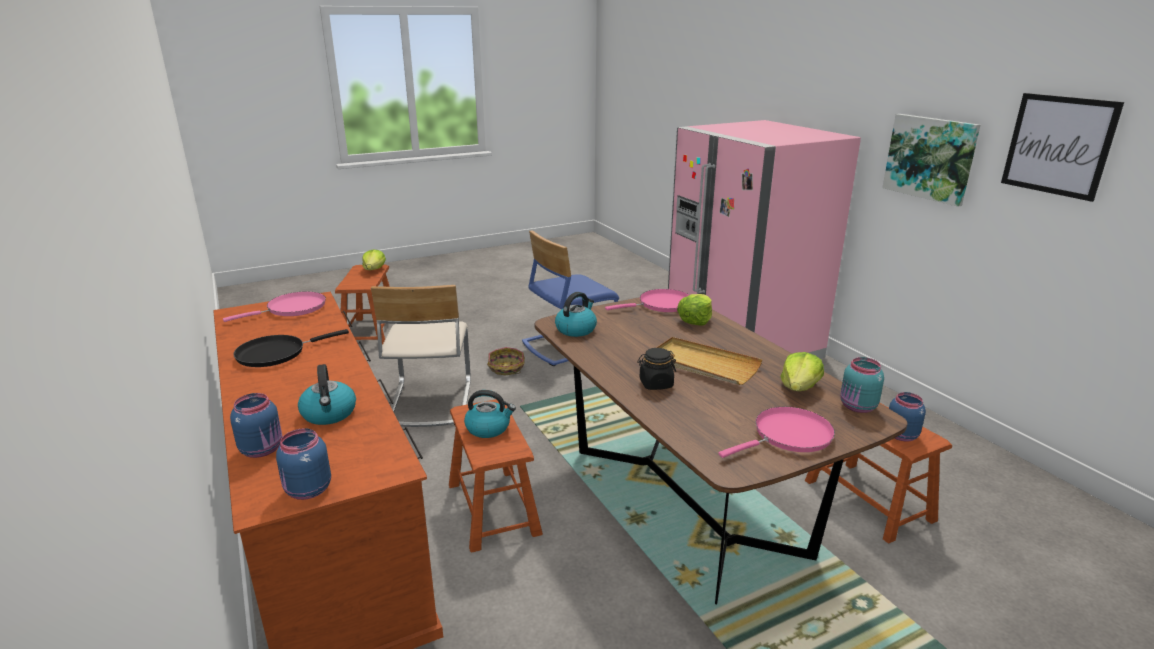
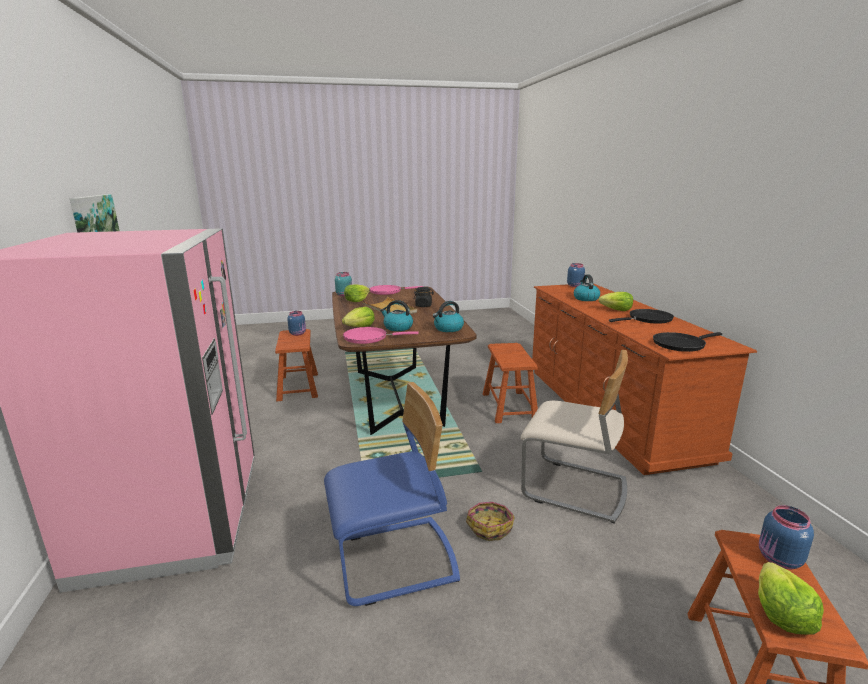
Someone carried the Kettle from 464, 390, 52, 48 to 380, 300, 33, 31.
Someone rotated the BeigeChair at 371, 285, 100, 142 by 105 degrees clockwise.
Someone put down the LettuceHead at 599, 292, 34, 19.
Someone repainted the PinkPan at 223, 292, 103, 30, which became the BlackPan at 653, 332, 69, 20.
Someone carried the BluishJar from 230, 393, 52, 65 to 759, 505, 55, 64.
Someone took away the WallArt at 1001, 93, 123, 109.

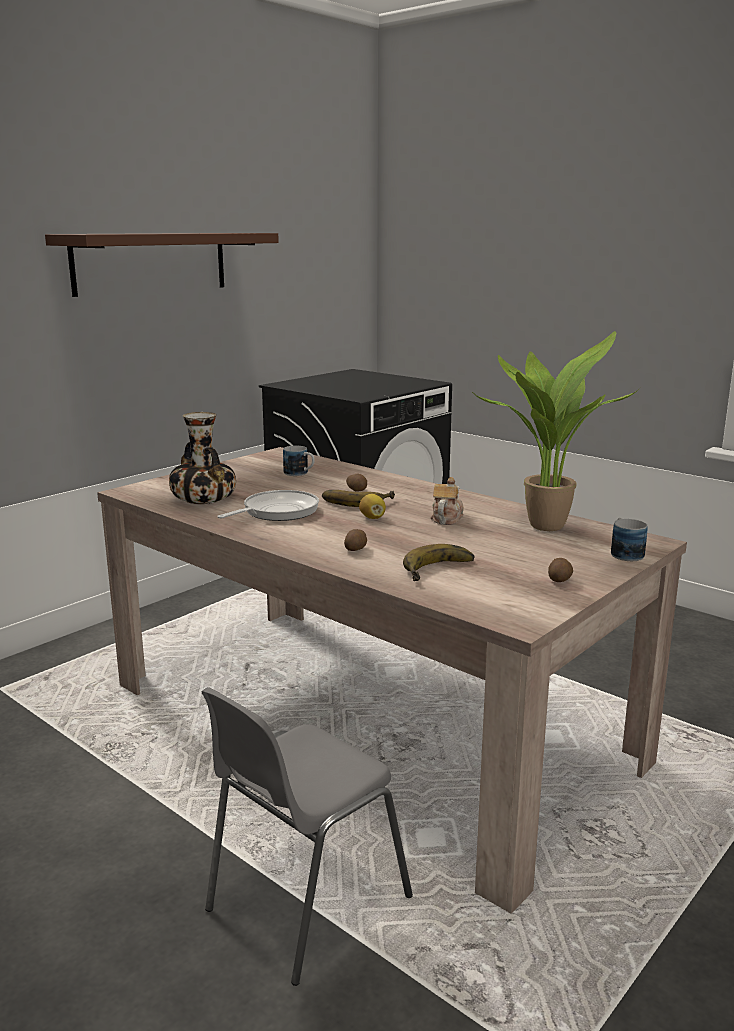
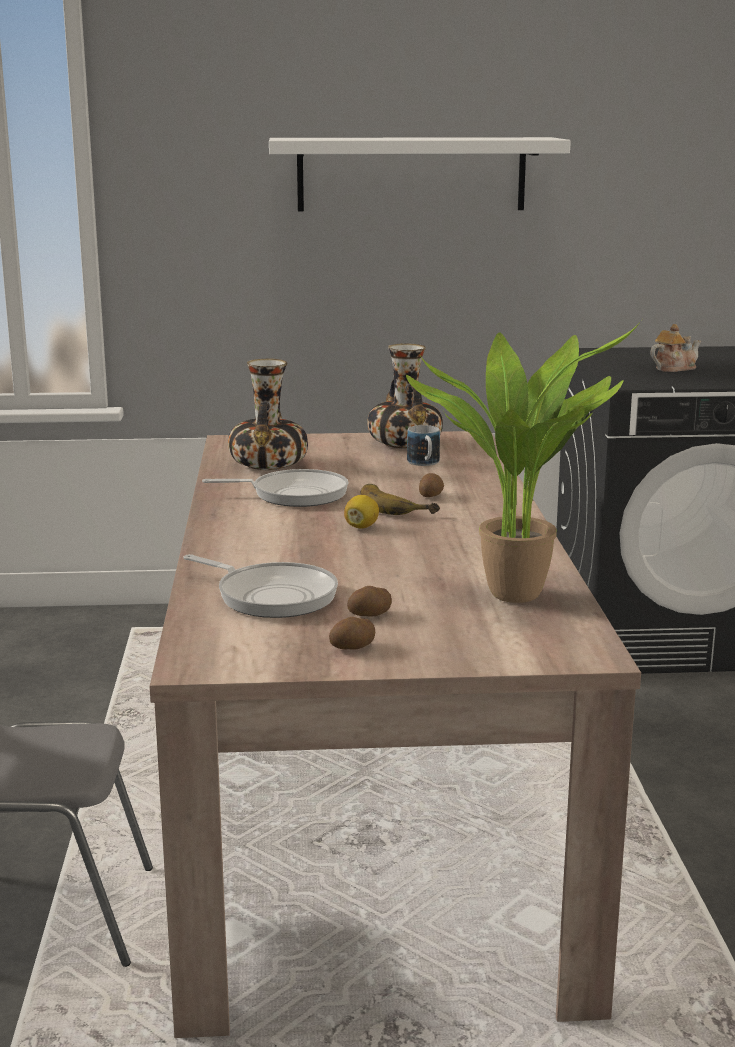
Someone swapped the WholeBanana at 403, 544, 72, 37 for the Pan at 183, 554, 155, 64.
Someone repainted the BrownColouredShelf at 45, 233, 234, 64, which became the WhiteColouredShelf at 269, 137, 302, 74.
Someone carried the Spud from 344, 529, 23, 22 to 347, 586, 45, 31.
Someone put down the DecorativeVase at 367, 343, 76, 106.
Someone carried the Teapot from 431, 477, 33, 48 to 650, 324, 51, 48.
Someone took away the TeaMug at 611, 518, 37, 43.

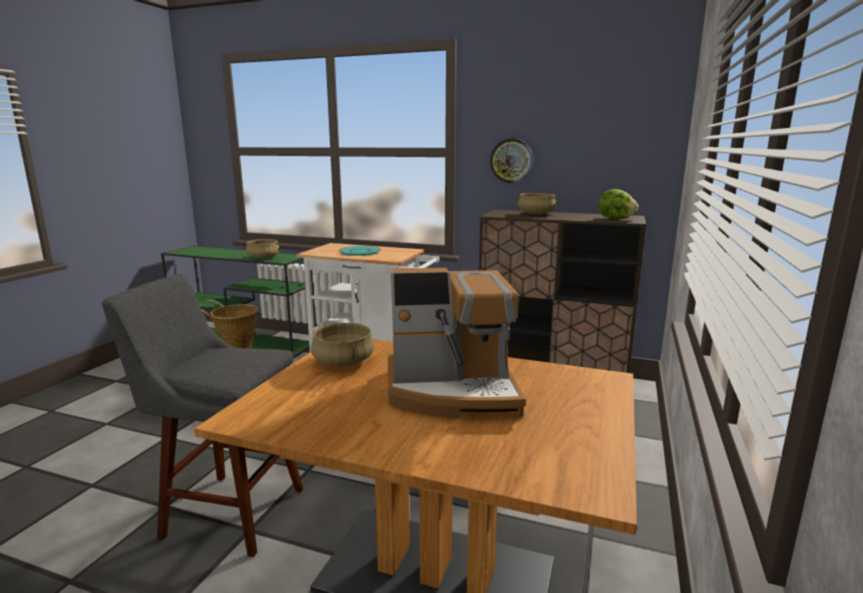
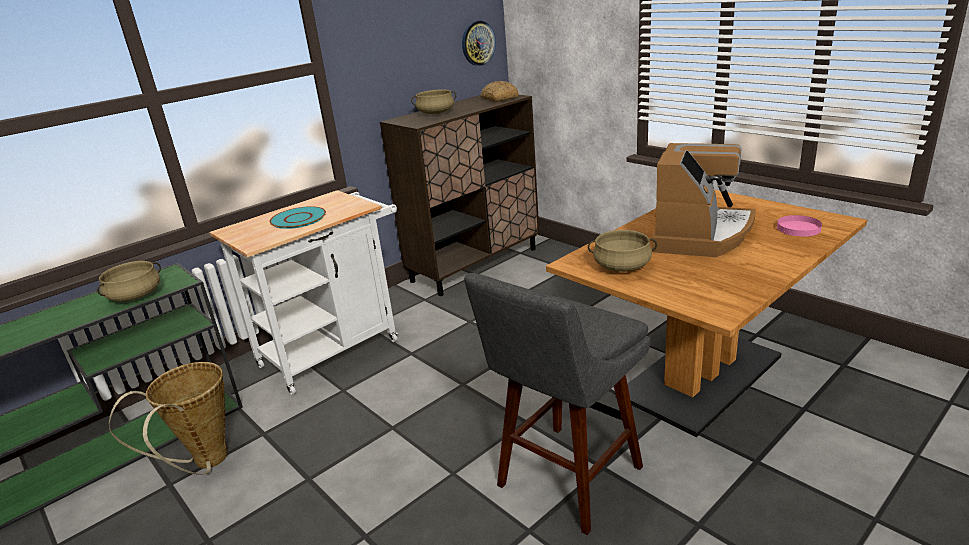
Someone carried the HangingClock from 490, 139, 43, 44 to 462, 20, 34, 46.
Someone swapped the LettuceHead at 599, 189, 39, 30 for the Bread at 481, 81, 38, 21.
Someone put down the PinkDinnerPlate at 777, 215, 45, 22.

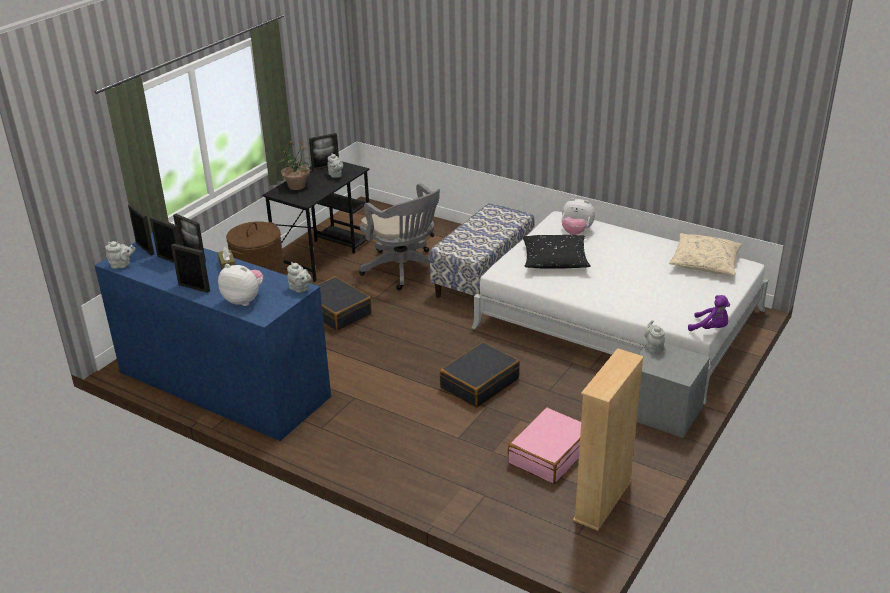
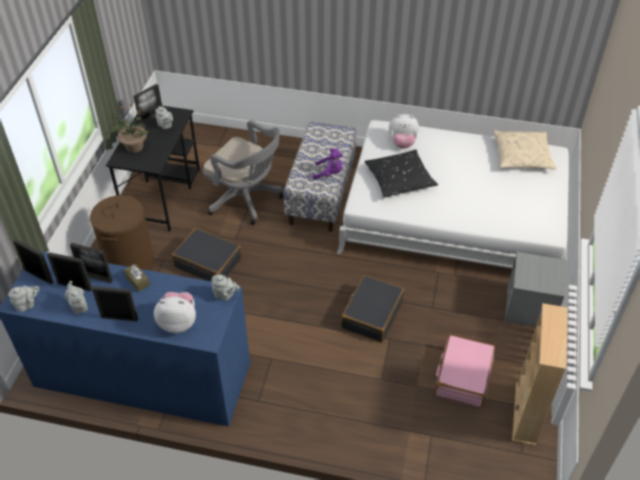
Someone carried the GreyTeapot from 644, 320, 21, 33 to 64, 281, 24, 33.
Someone carried the PurplePlushToy from 688, 295, 42, 36 to 313, 148, 30, 31.

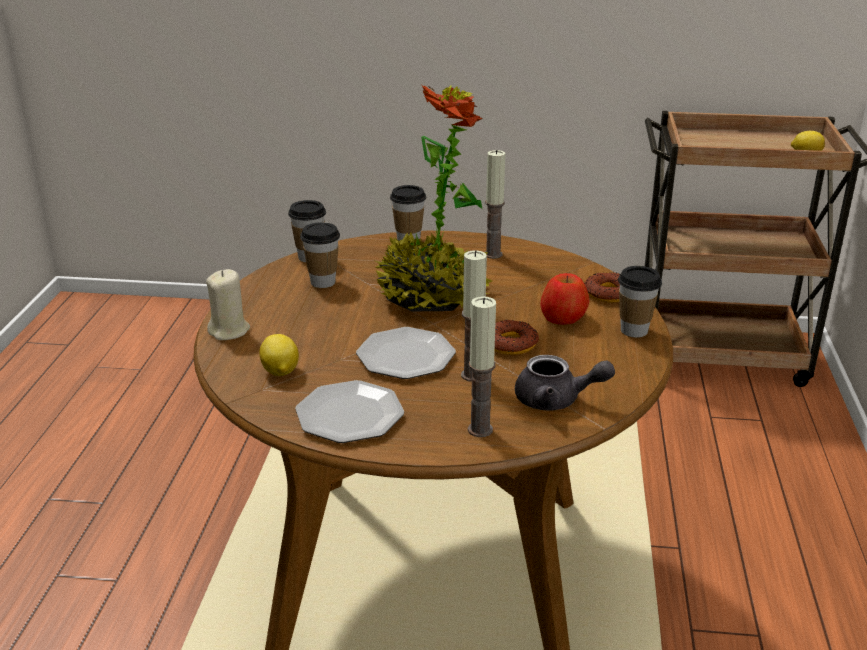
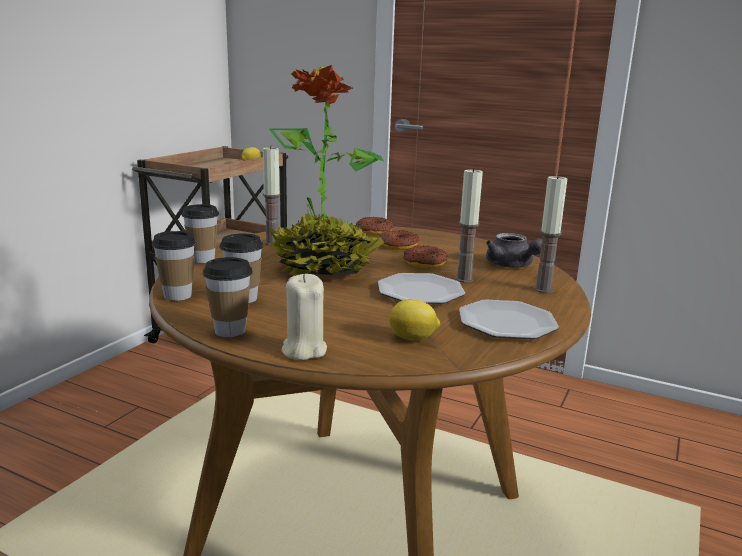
Someone carried the DrinkingCup from 618, 266, 44, 71 to 203, 257, 50, 80.
Someone swapped the Apple at 540, 273, 49, 52 for the RingDoughnut at 379, 230, 40, 20.
Someone rotated the GreyTeapot at 515, 355, 100, 55 by 120 degrees clockwise.

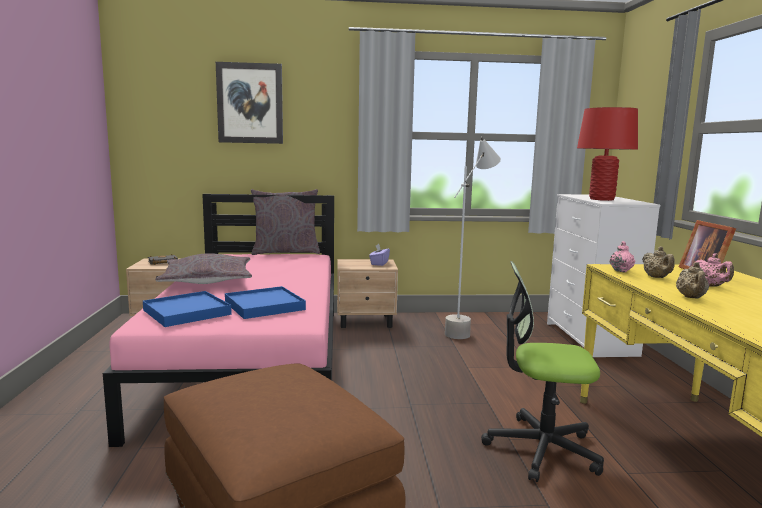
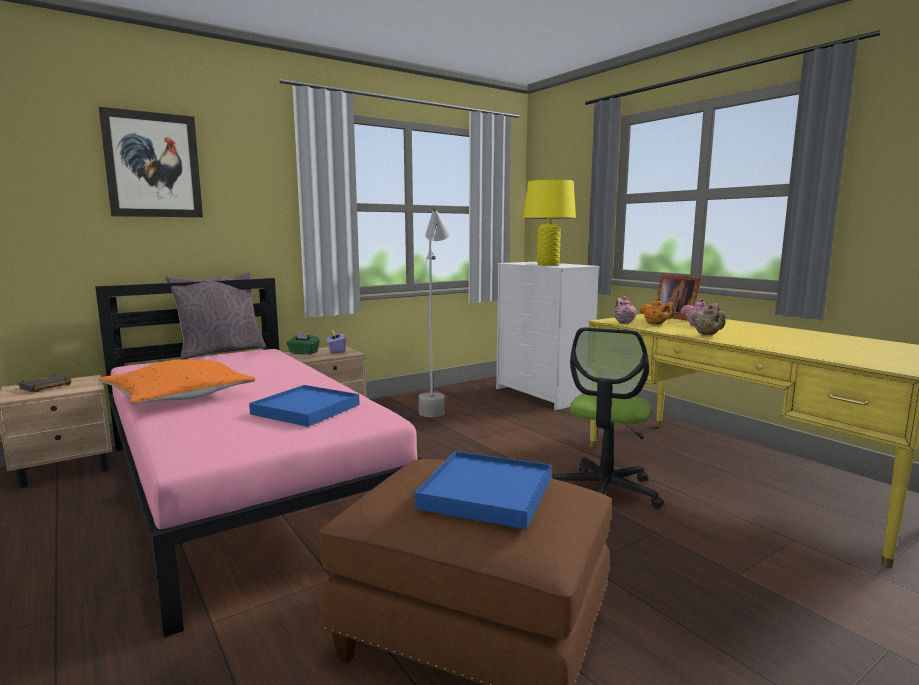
Someone repainted the GreyCushion at 155, 253, 97, 31, which became the OrangeColouredCushion at 99, 360, 157, 45.
Someone put down the GreenColouredBoxOfTissues at 287, 332, 33, 23.
Someone carried the BluishServingTray from 143, 291, 89, 36 to 415, 451, 136, 78.
Someone repainted the RedTableLamp at 577, 107, 61, 94, which became the YellowishTableLamp at 524, 179, 52, 86.
Someone rotated the DeskChair at 481, 261, 123, 221 by 45 degrees counterclockwise.
Someone repainted the BeigeTeapot at 642, 247, 33, 31, which became the OrangeColouredTeapot at 639, 297, 36, 27.

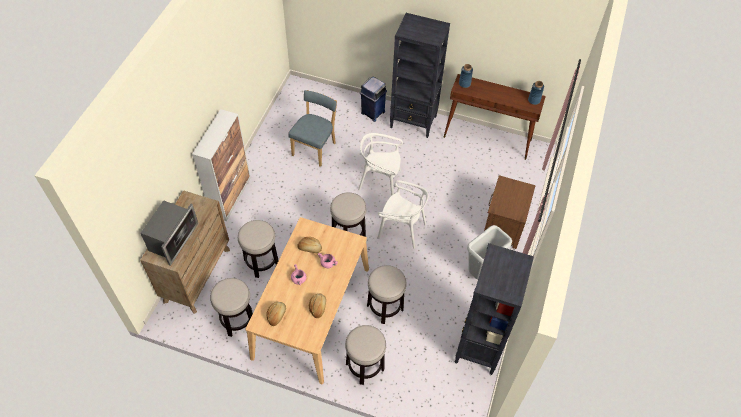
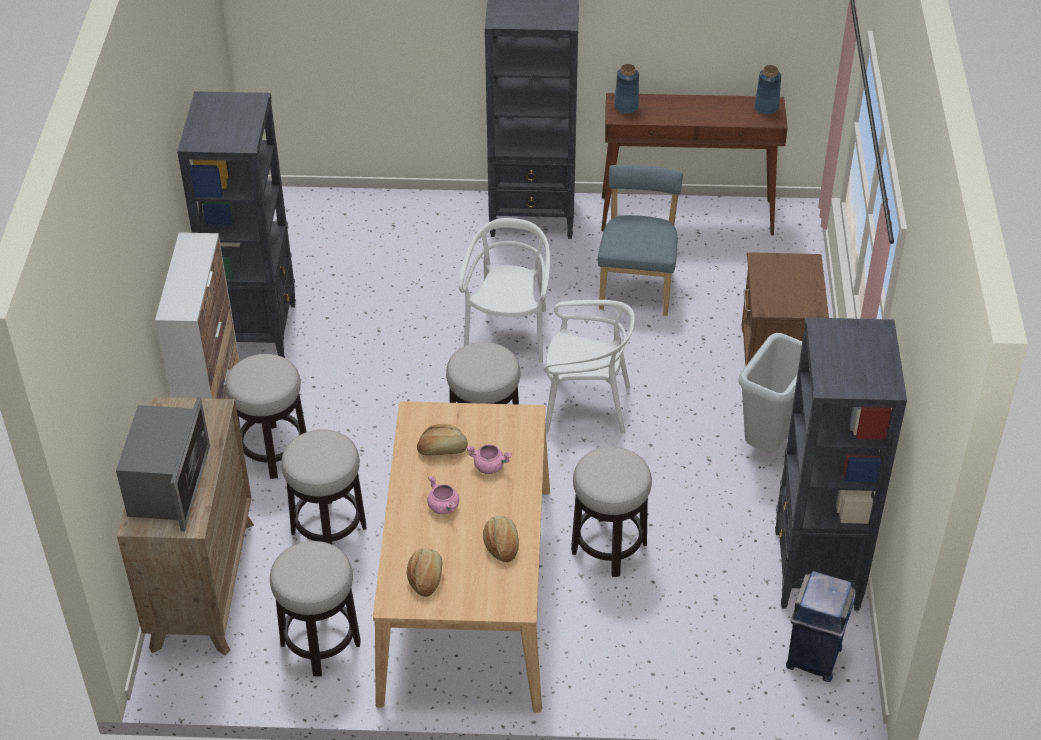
Someone put down the BlackBookcase at 177, 91, 119, 267.
Someone carried the SittingStool from 345, 325, 41, 60 to 225, 354, 82, 125.
Someone rotated the WhiteColouredChair at 358, 133, 45, 62 by 105 degrees clockwise.
Someone carried the BluishChair from 288, 90, 49, 77 to 598, 165, 85, 151.
Someone carried the BluishRubbishBin from 360, 77, 27, 45 to 786, 571, 69, 111.

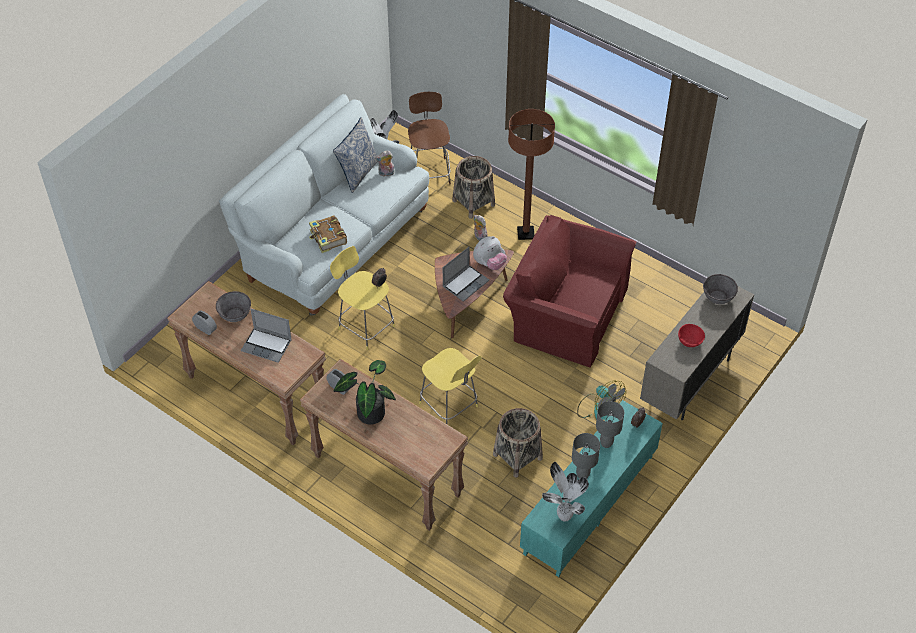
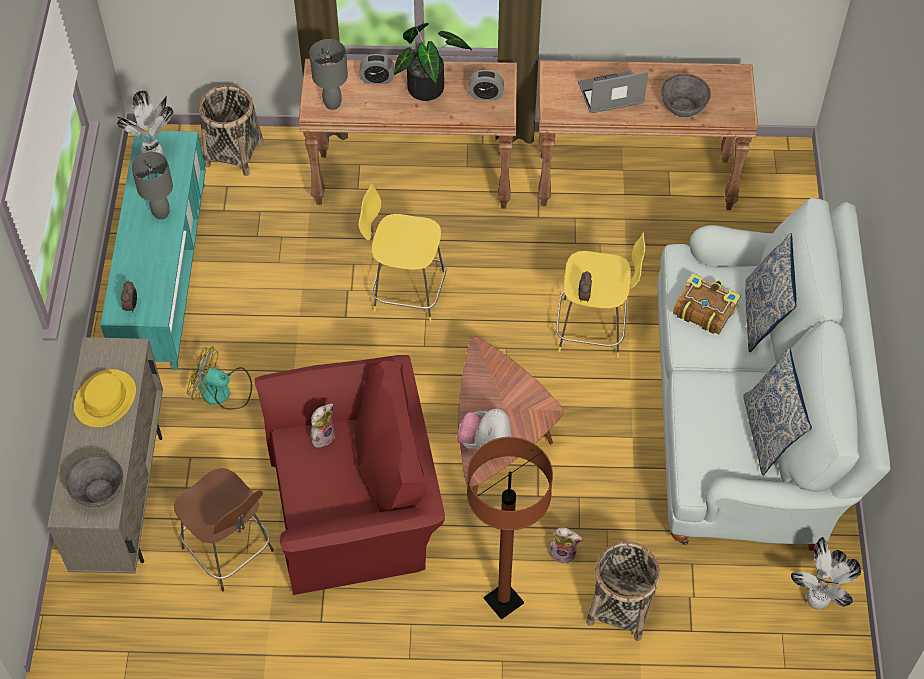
Someone swapped the RedBowl at 678, 324, 27, 23 for the YellowishClothingHat at 74, 369, 62, 58.
Someone carried the BrownColouredSittingStool from 408, 92, 43, 92 to 174, 468, 100, 124.
Someone carried the Basket from 493, 408, 50, 70 to 199, 85, 65, 91.
Someone carried the GreyTableLamp from 596, 401, 28, 47 to 310, 39, 38, 71.
Someone carried the PlushToy from 375, 150, 20, 27 to 311, 404, 24, 44.
Someone carried the BedsideClock from 192, 311, 25, 24 to 359, 54, 35, 30.
Someone put down the Cushion at 745, 233, 52, 119.
Someone took away the NotebookComputer at 443, 247, 46, 55.

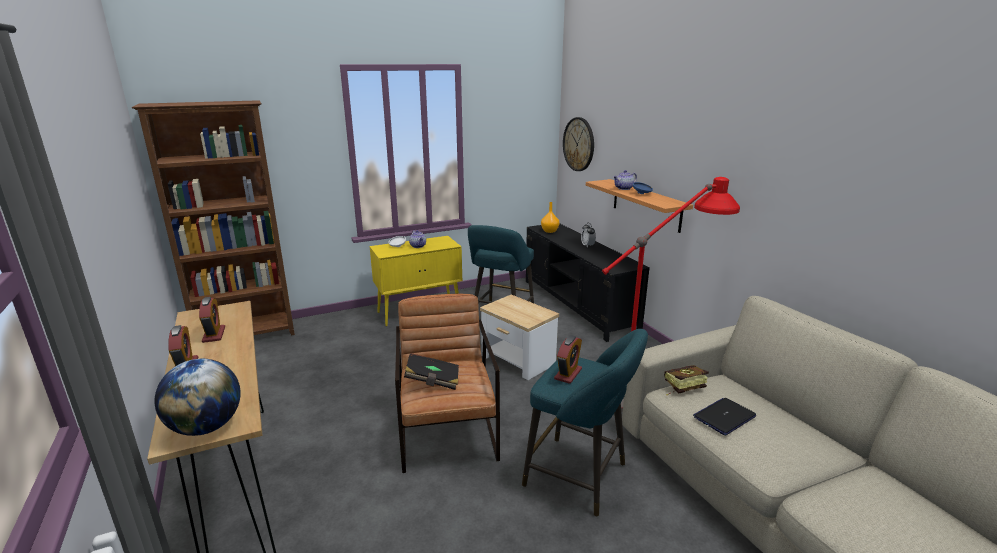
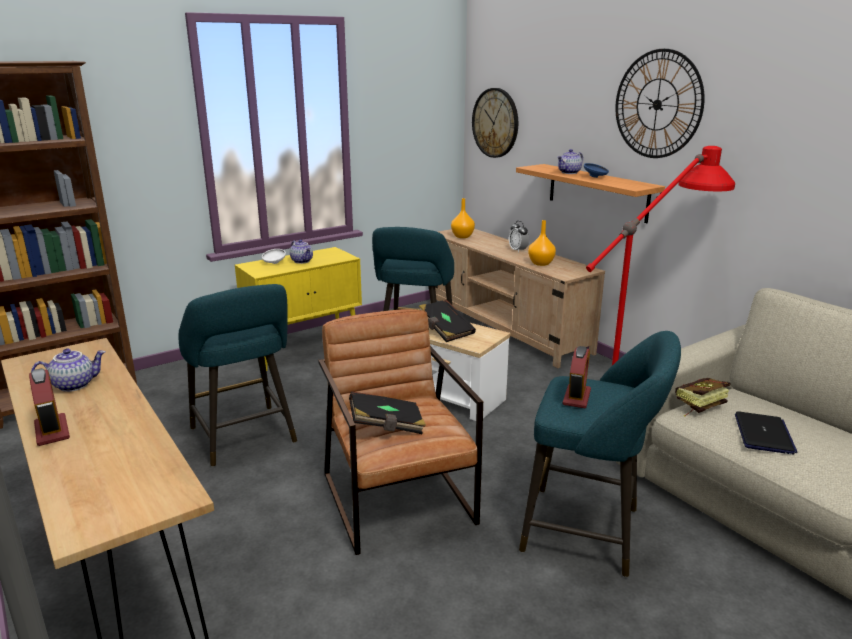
Someone swapped the BedsideClock at 199, 297, 26, 46 for the Teapot at 31, 348, 75, 44.
Someone put down the BlueGreenSittingStool at 179, 284, 118, 183.
Someone put down the BlackBook at 419, 300, 57, 42.
Someone repainted the BlackTvUnit at 526, 223, 124, 119, which became the BeigeTvUnit at 430, 229, 175, 139.
Someone put down the OrangeColouredDecorativeVase at 528, 220, 28, 46.
Someone put up the HangingClock at 615, 49, 90, 109.
Someone rotated the NotebookComputer at 693, 398, 63, 37 by 150 degrees clockwise.
Someone took away the Globe at 154, 359, 87, 77.

